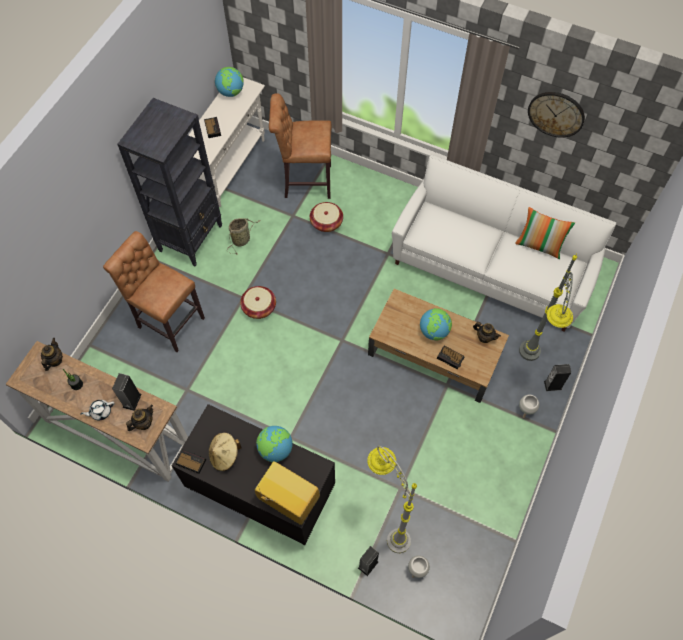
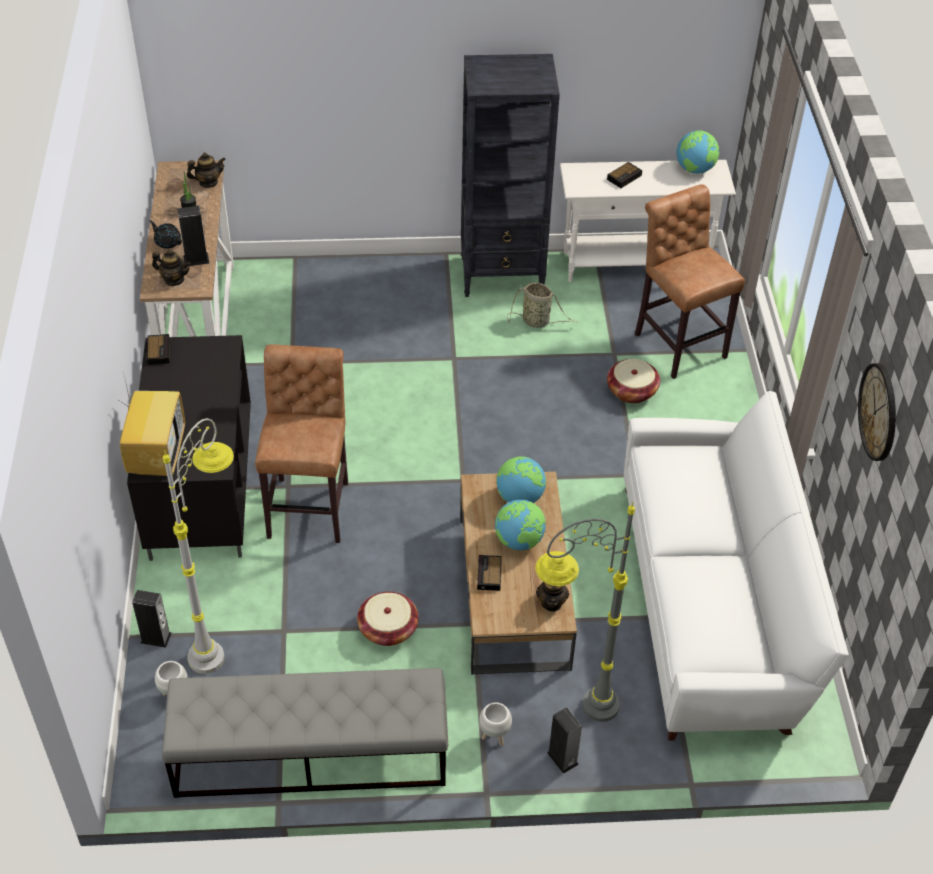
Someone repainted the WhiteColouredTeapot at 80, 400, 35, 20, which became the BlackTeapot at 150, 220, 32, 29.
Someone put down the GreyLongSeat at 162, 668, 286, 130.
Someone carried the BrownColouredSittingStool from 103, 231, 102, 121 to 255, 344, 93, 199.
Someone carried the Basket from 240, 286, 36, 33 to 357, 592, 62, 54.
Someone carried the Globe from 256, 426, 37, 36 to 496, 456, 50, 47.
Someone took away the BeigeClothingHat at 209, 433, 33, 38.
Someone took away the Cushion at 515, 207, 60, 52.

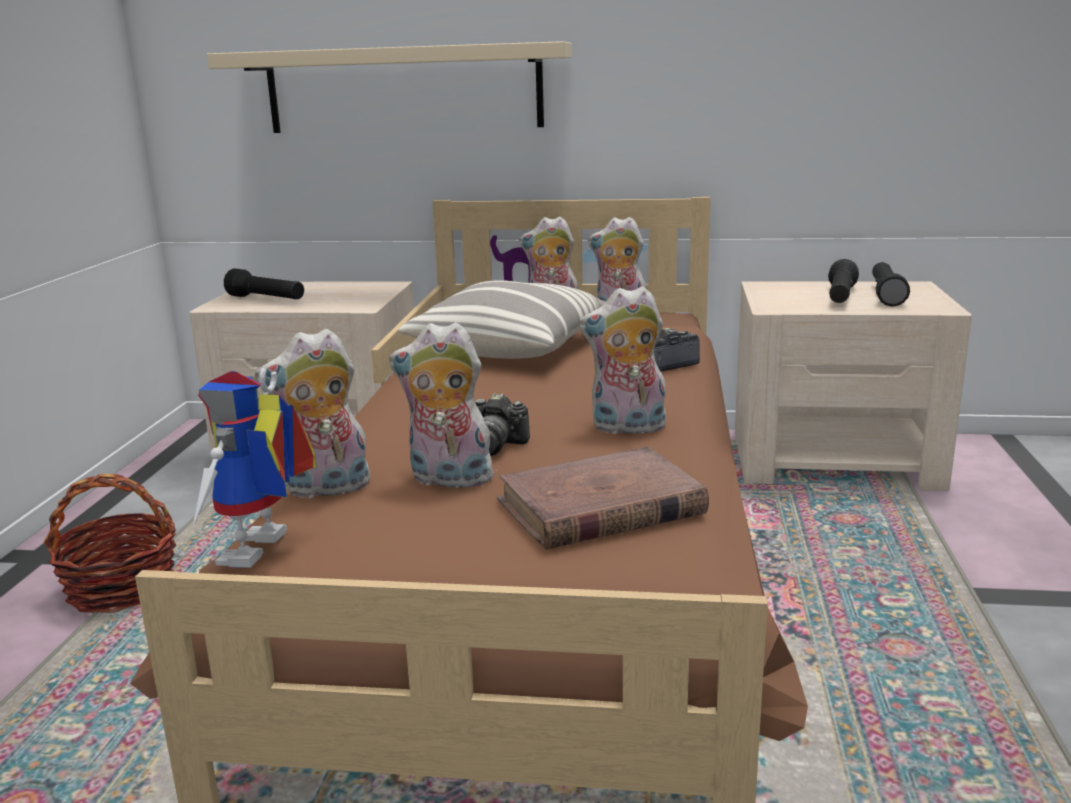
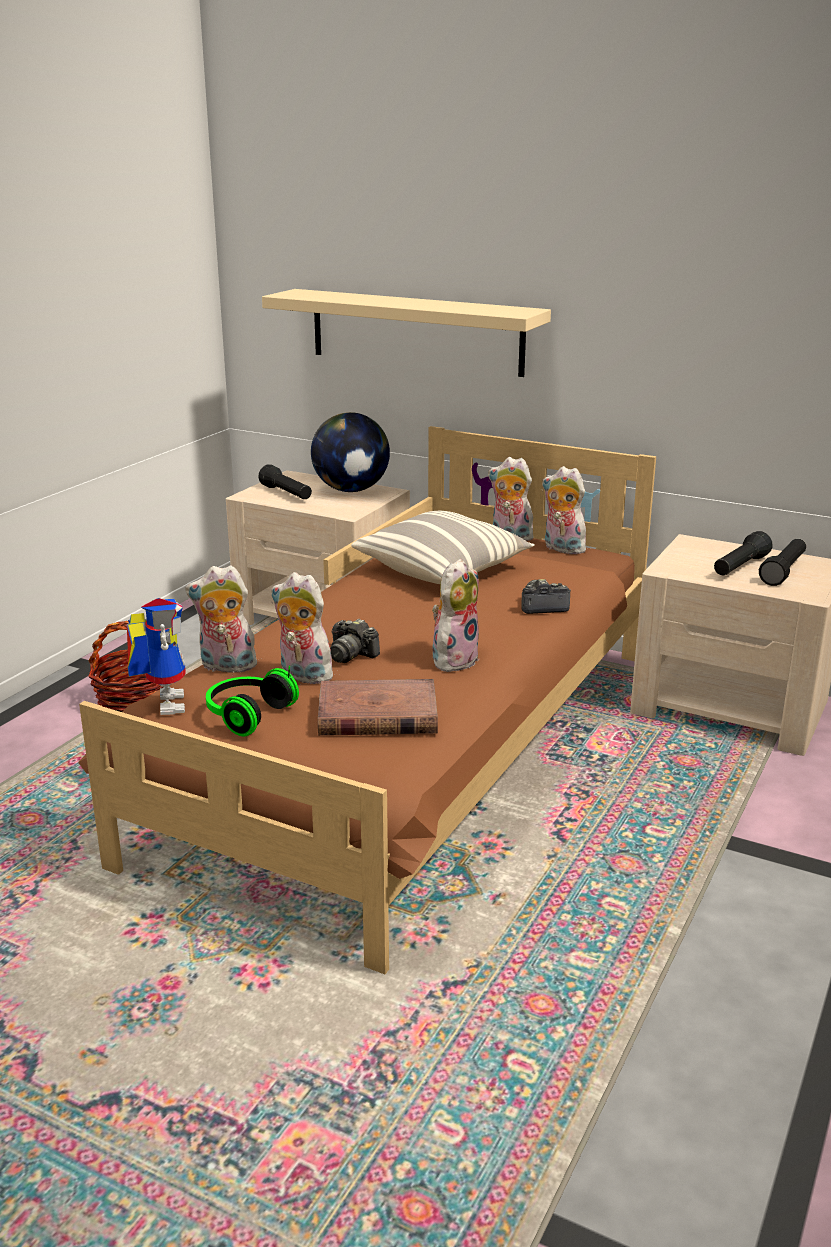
Someone rotated the RobotFigure at 192, 368, 125, 200 by 135 degrees clockwise.
Someone put down the Headphones at 206, 665, 93, 71.
Someone put down the Globe at 311, 412, 79, 80.
Someone rotated the PlushToy at 579, 286, 87, 148 by 105 degrees clockwise.

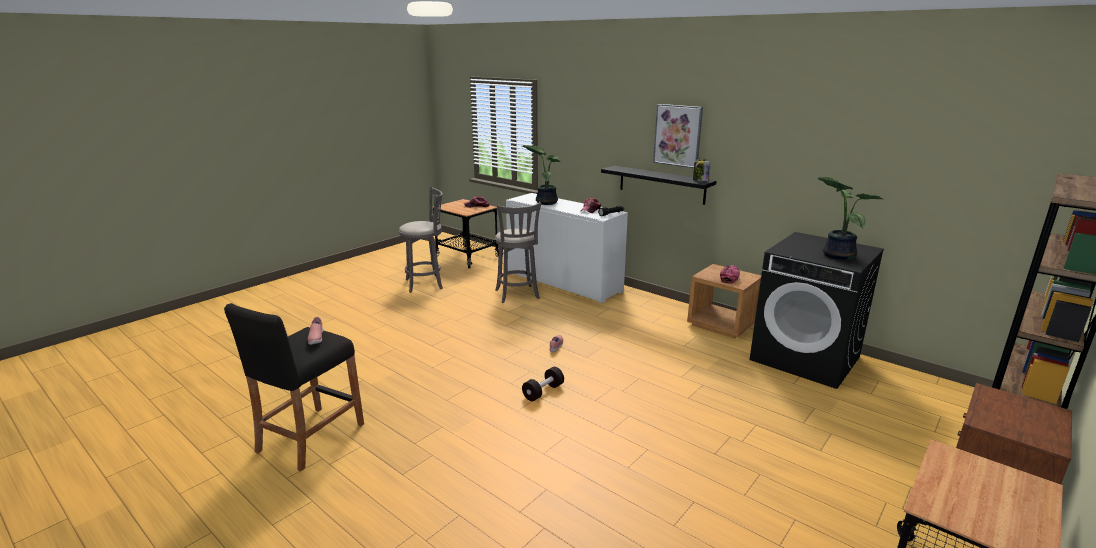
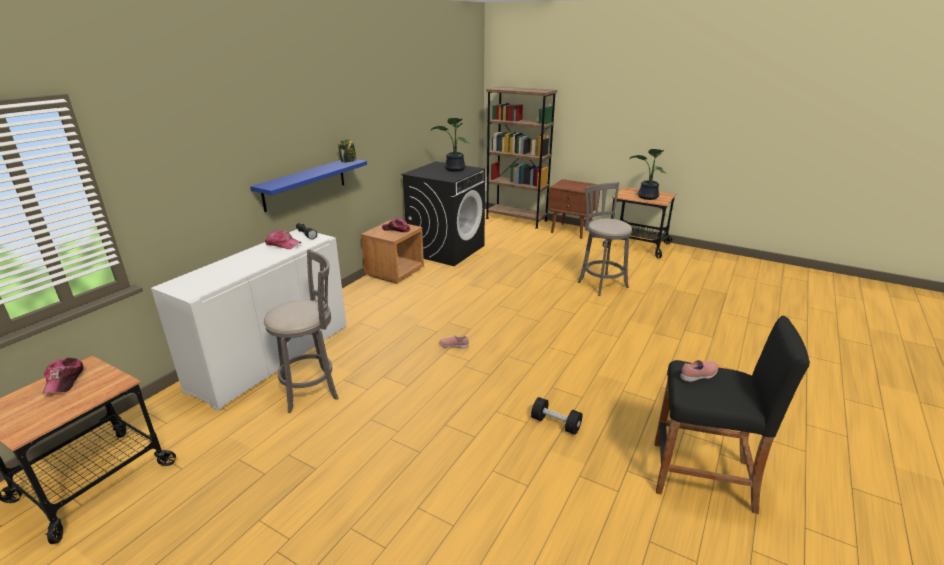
Someone repainted the BlackShelf at 601, 166, 116, 39, which became the BluishShelf at 250, 160, 117, 52.
Someone carried the BlackFreeWeight from 522, 367, 42, 34 to 531, 397, 52, 38.
Someone carried the GreySittingStool from 399, 187, 44, 106 to 578, 182, 54, 114.
Someone carried the Houseplant from 522, 145, 39, 60 to 629, 149, 38, 51.
Someone took away the WallArt at 653, 104, 50, 64.

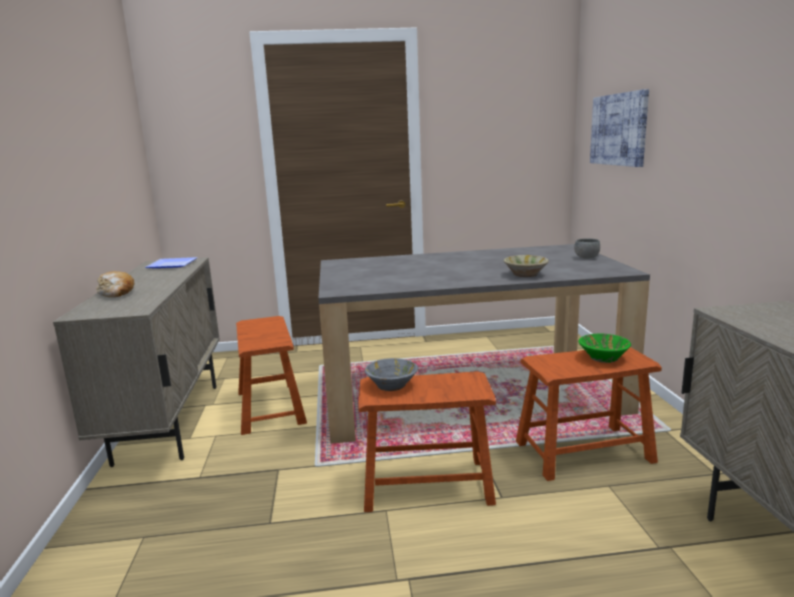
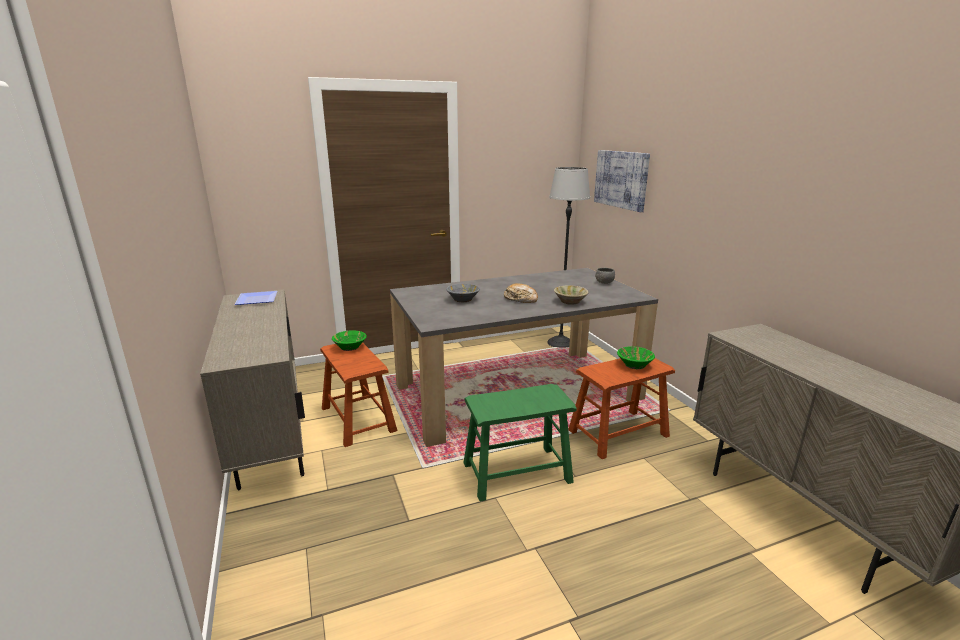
Someone put down the GreenColouredBowl at 332, 330, 35, 21.
Someone carried the GreyBowl from 365, 358, 53, 33 to 446, 284, 34, 18.
Someone repainted the BrownColouredSittingStool at 358, 371, 138, 141, which became the GreenColouredSittingStool at 463, 384, 114, 118.
Someone carried the Bread from 96, 271, 38, 26 to 504, 284, 34, 19.
Someone put down the StandingLamp at 547, 167, 43, 181.

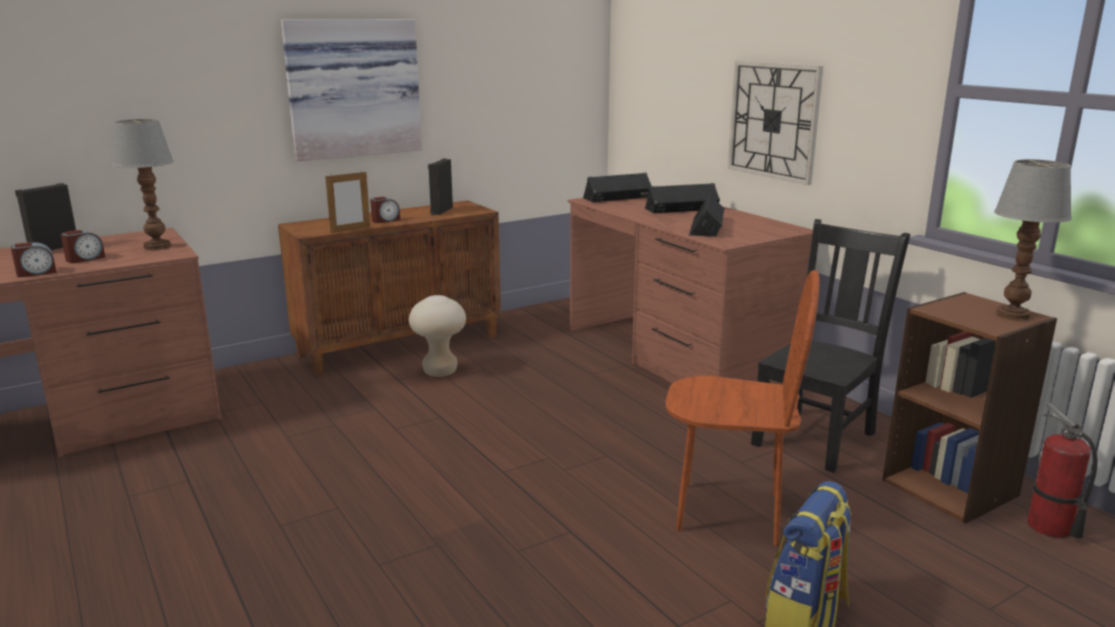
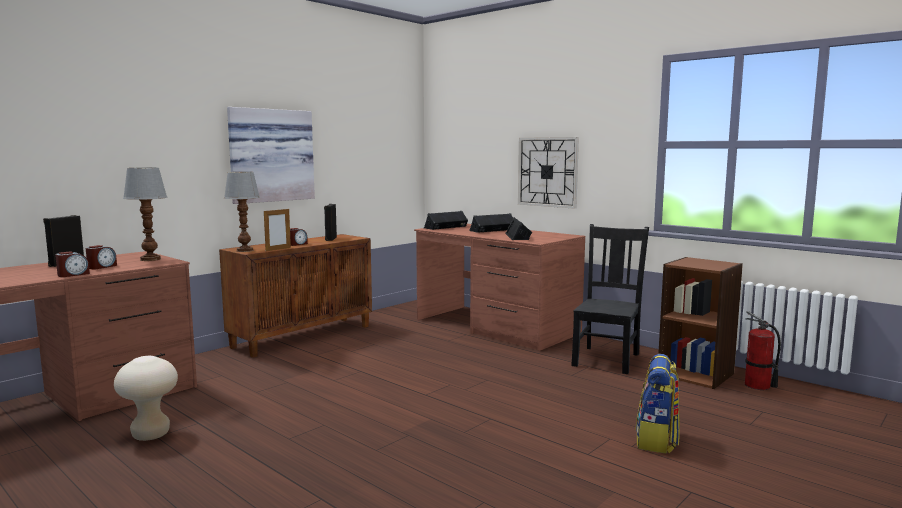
Someone carried the BeigeSittingStool from 409, 295, 57, 82 to 114, 356, 64, 85.
Someone carried the TableLamp from 994, 159, 78, 162 to 224, 172, 36, 80.
Someone took away the BrownColouredChair at 666, 270, 154, 276.

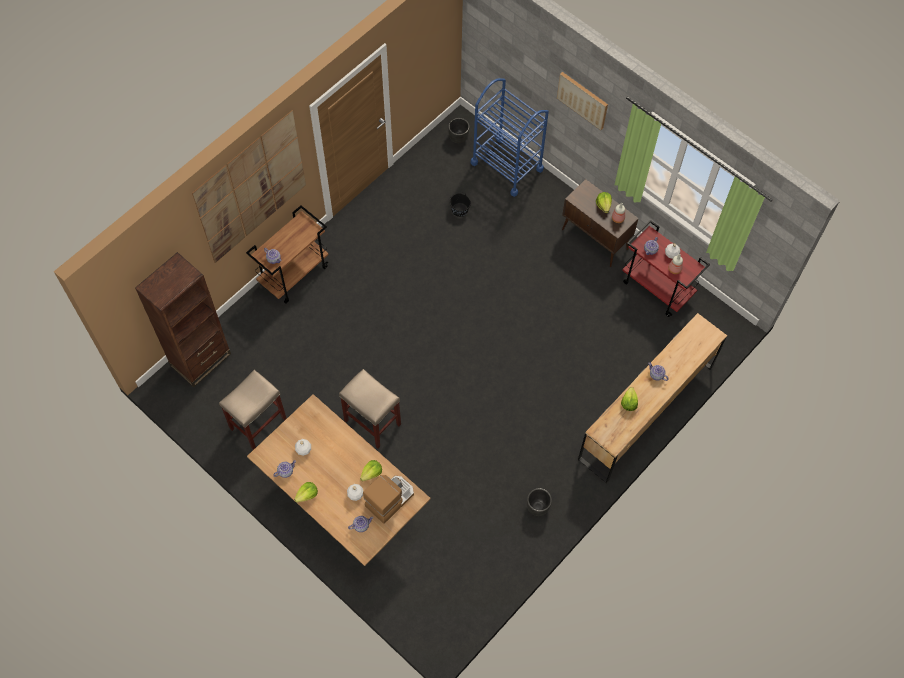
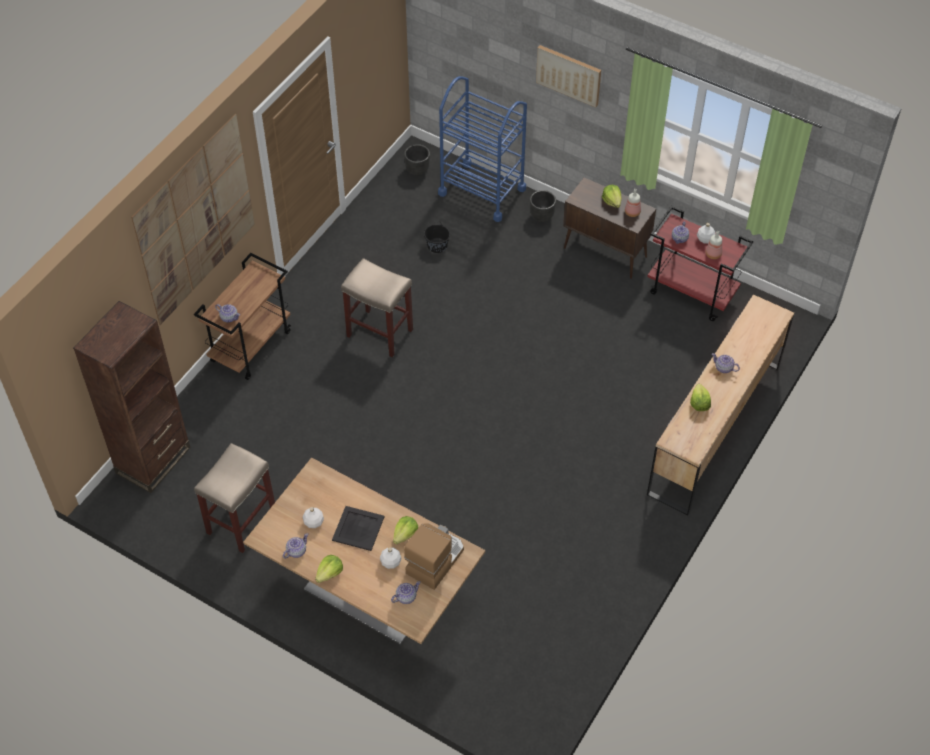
Someone put down the BlackServingTray at 332, 506, 52, 45.
Someone carried the BeigeSittingStool from 339, 369, 62, 79 to 341, 258, 72, 99.
Someone carried the BlackPlantPot from 527, 488, 25, 28 to 530, 190, 26, 32.

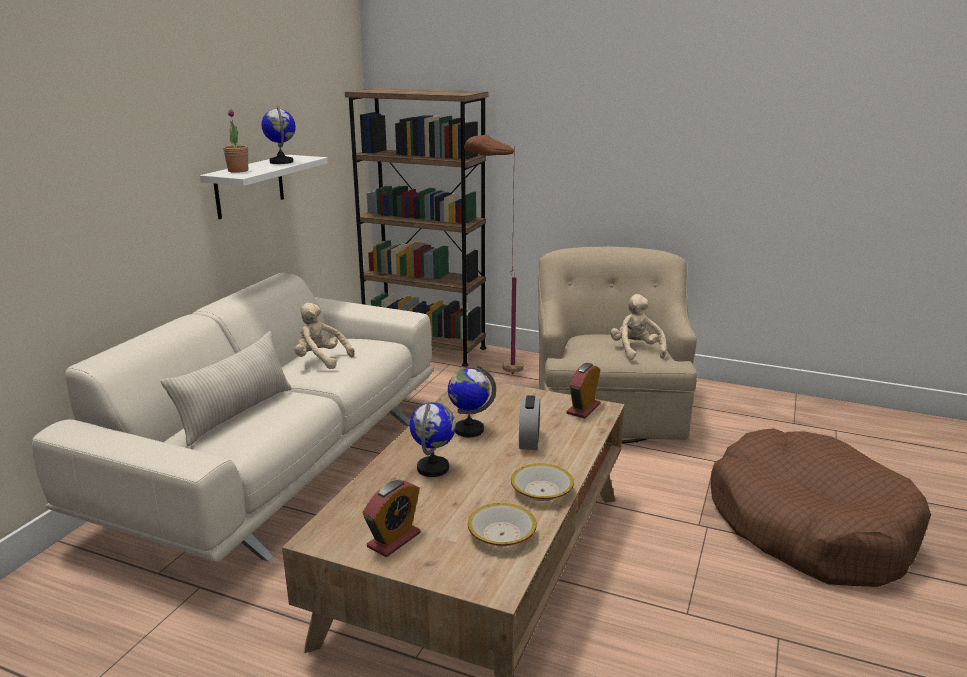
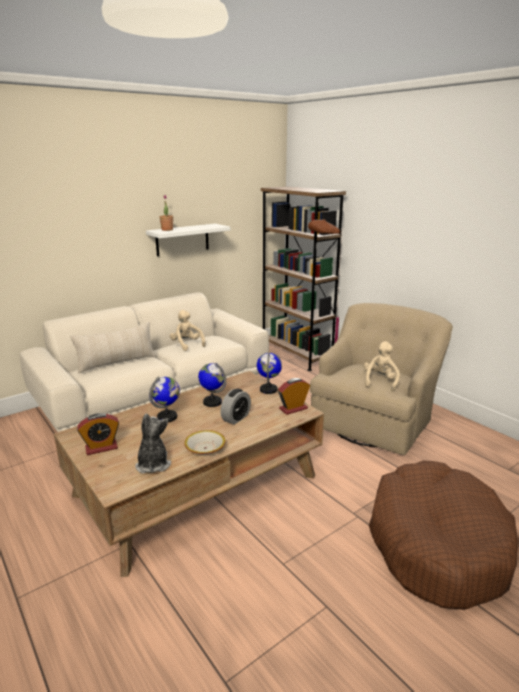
Someone swapped the Bowl at 468, 503, 68, 44 for the PlushToy at 135, 413, 36, 60.
Someone carried the Globe from 262, 105, 34, 59 to 257, 353, 25, 41.

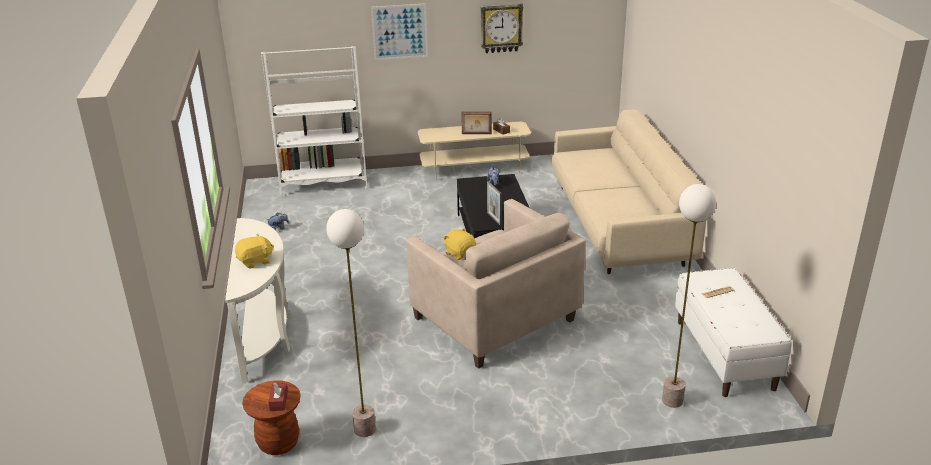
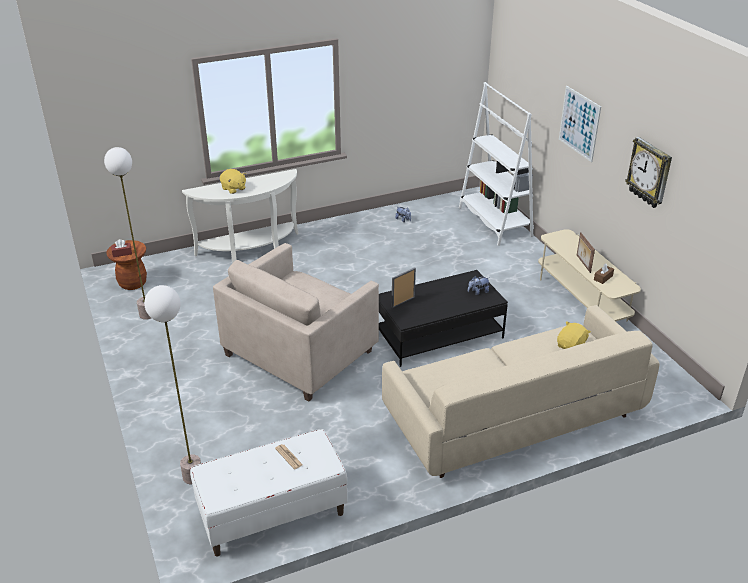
Someone carried the YellowishPlushToy from 443, 228, 33, 32 to 557, 321, 34, 28.

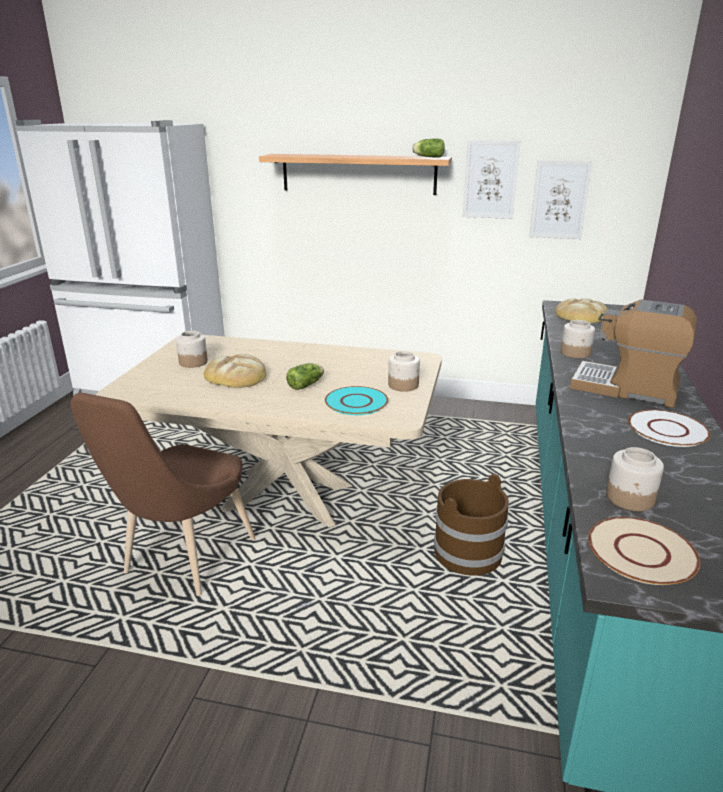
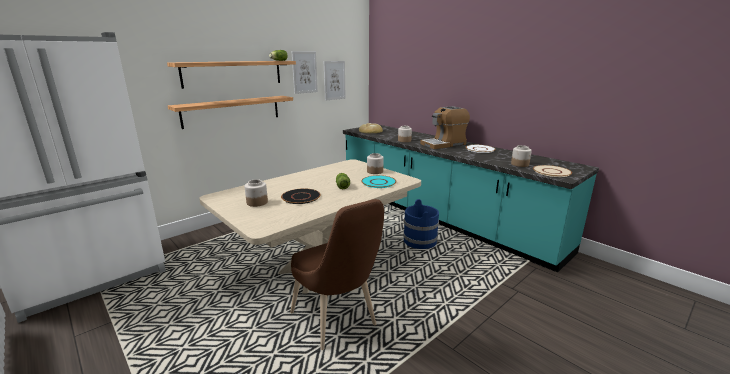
Someone put up the Shelf at 168, 96, 125, 33.
Someone swapped the Bread at 204, 354, 62, 34 for the BlackDinnerPlate at 281, 188, 40, 16.
Someone repainted the BrownColouredBucket at 434, 474, 75, 102, which became the BluishBucket at 403, 199, 36, 50.

